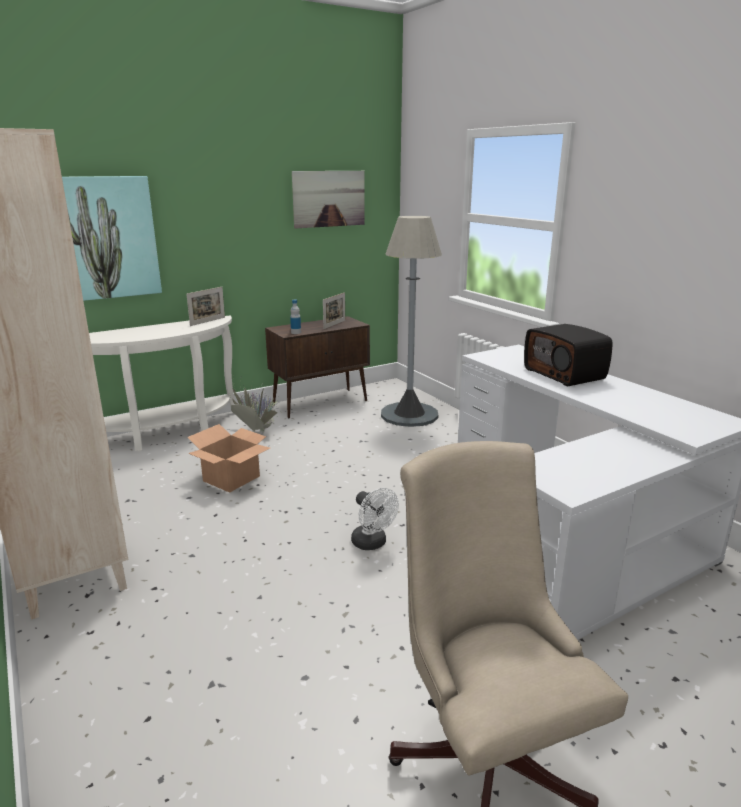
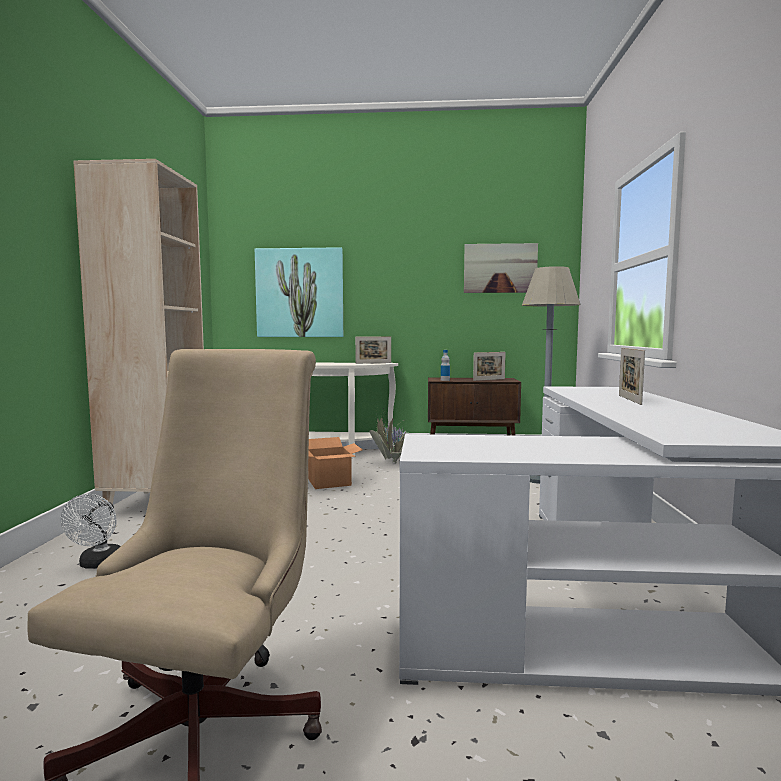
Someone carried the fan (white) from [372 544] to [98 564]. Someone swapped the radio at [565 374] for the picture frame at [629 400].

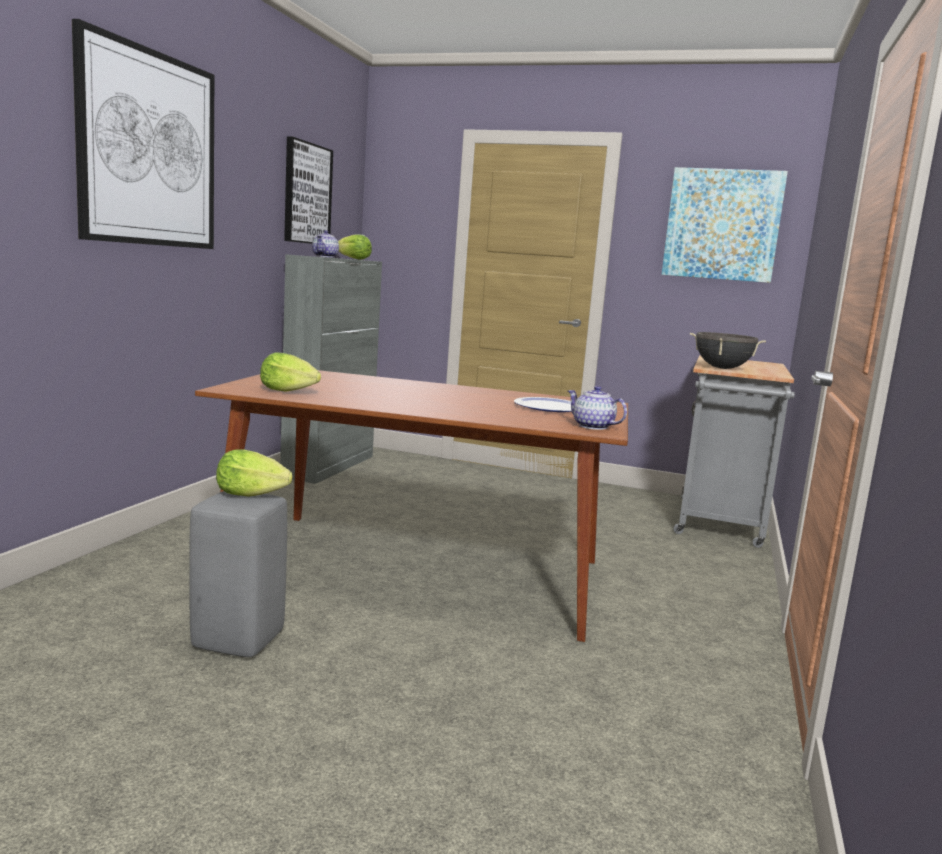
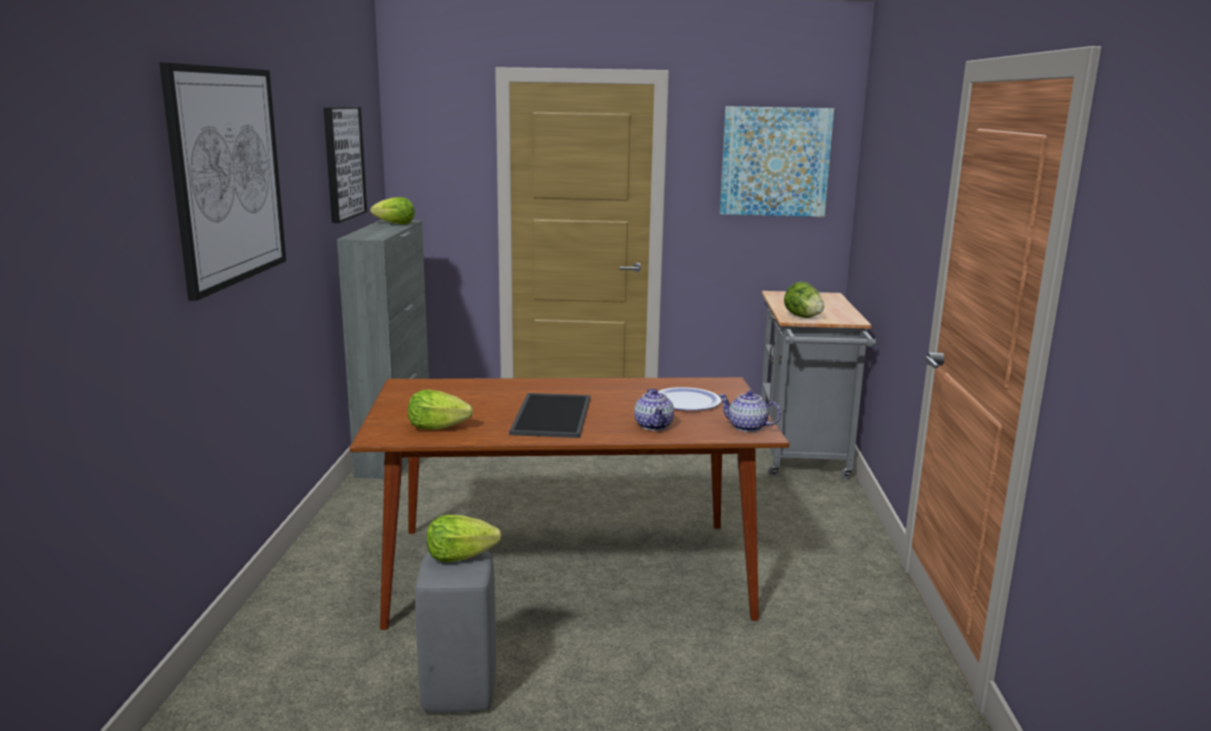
Someone carried the teapot from [325 257] to [654 425]. Someone swapped the cooking pot (black) at [722 368] for the lettuce at [802 317]. Someone put down the tray at [550 415].

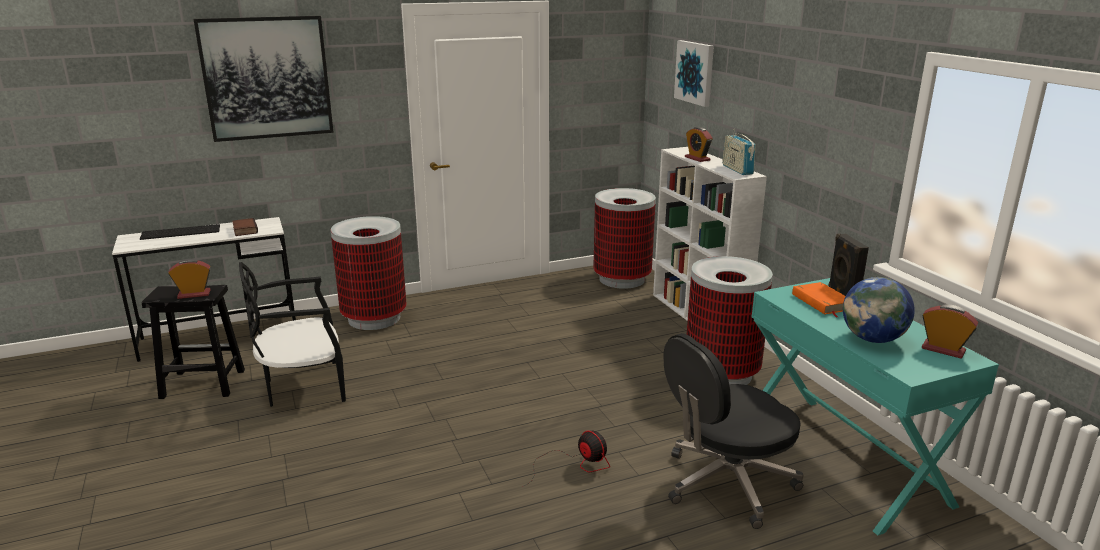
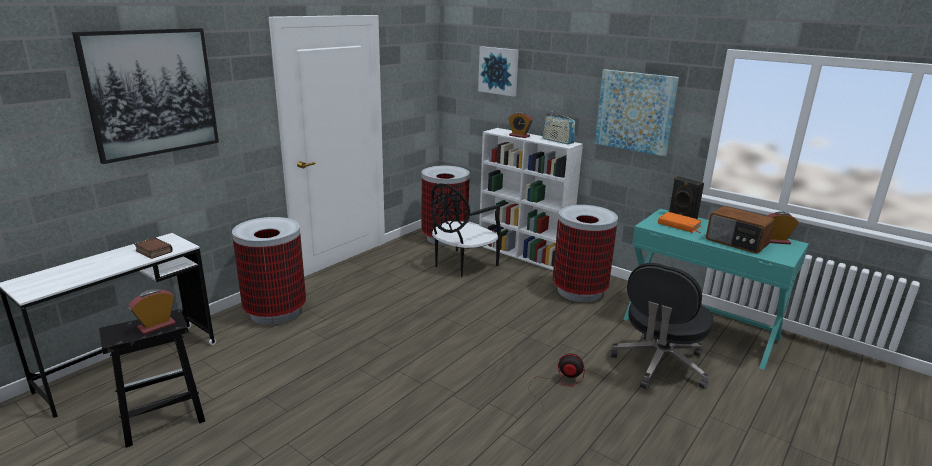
Someone took away the keyboard at [182 232]. Someone carried the chair (black) from [303 387] to [462 265]. Someone swapped the globe at [873 339] for the radio at [736 242]. Someone put up the picture at [635 111].

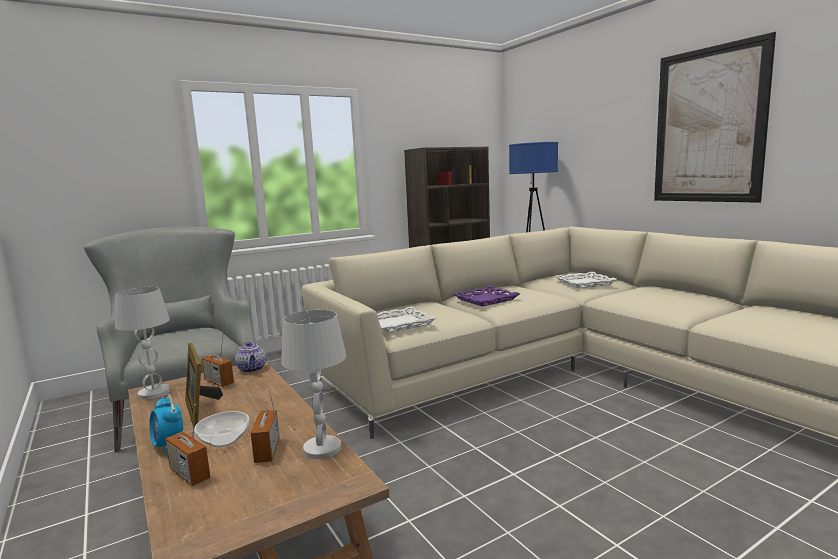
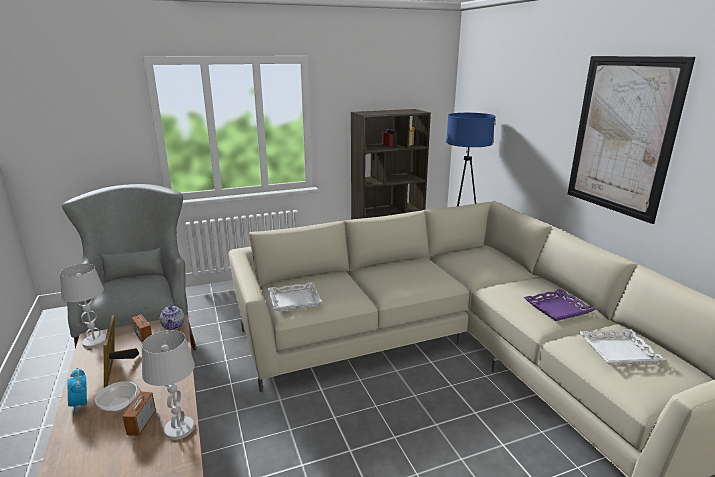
Someone took away the radio at [190 474]. Someone carried the tray (purple) from [486 300] to [558 309]. Someone carried the tray (white) from [585 283] to [618 351].

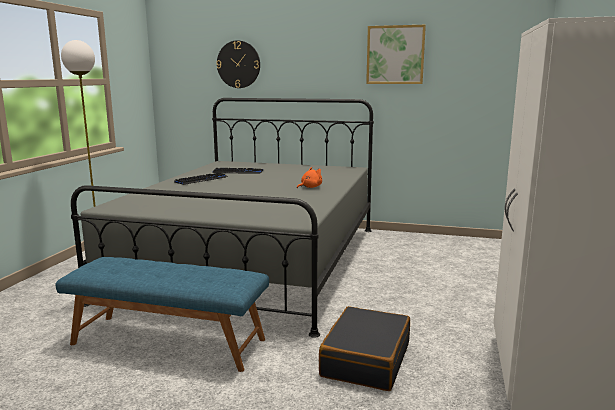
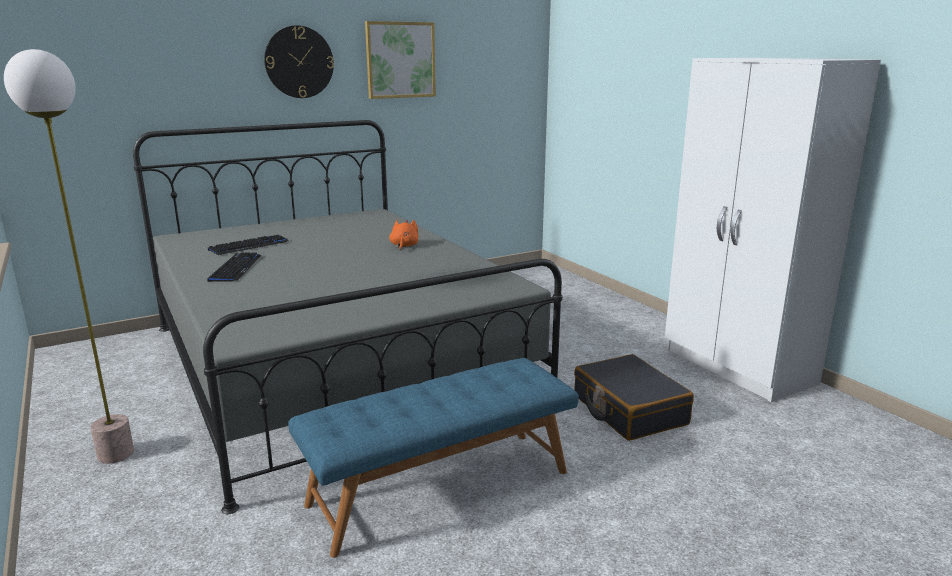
Someone carried the wall clock from [238 64] to [299 62].

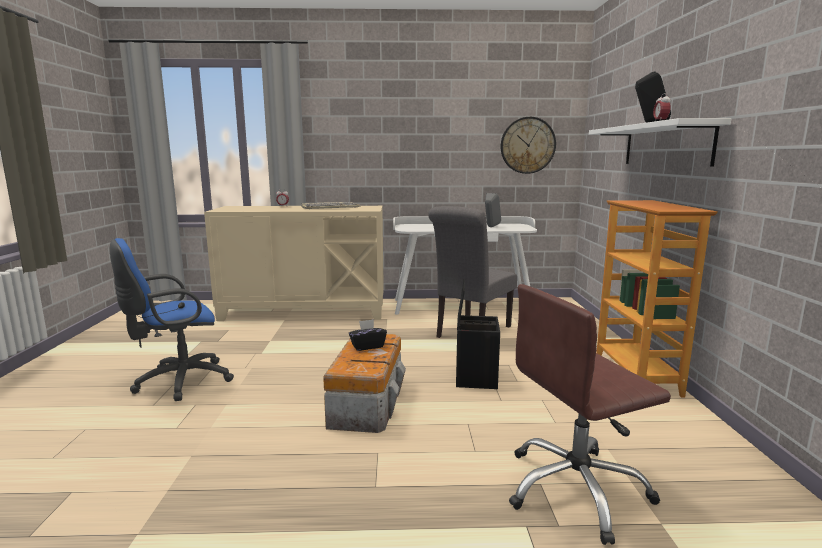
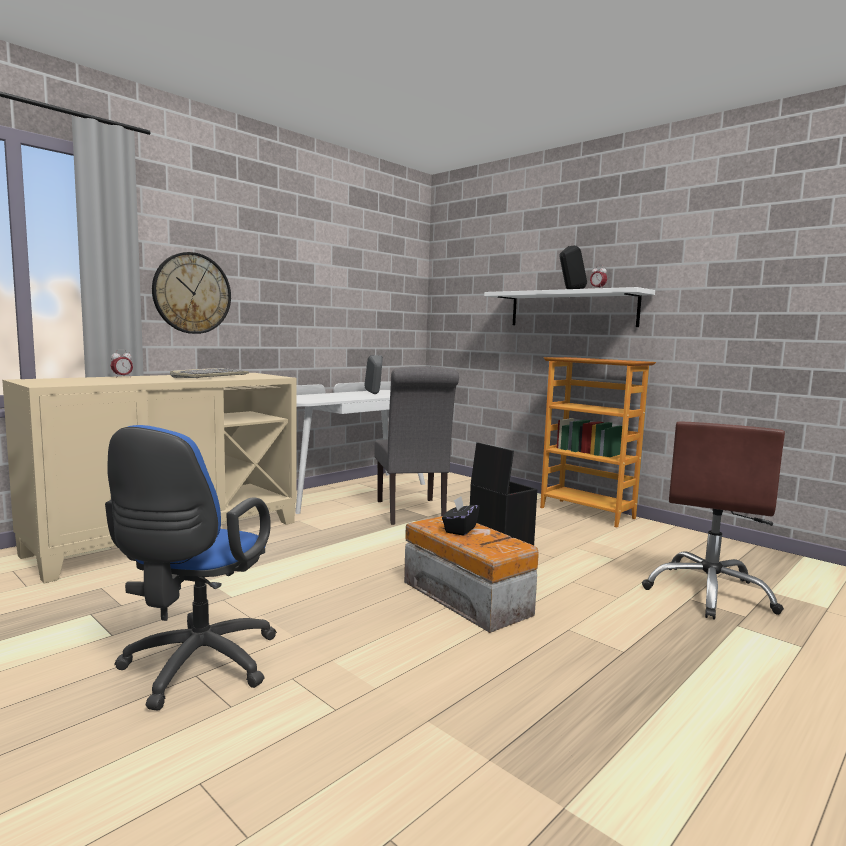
Someone carried the wall clock from [527 145] to [192 293].

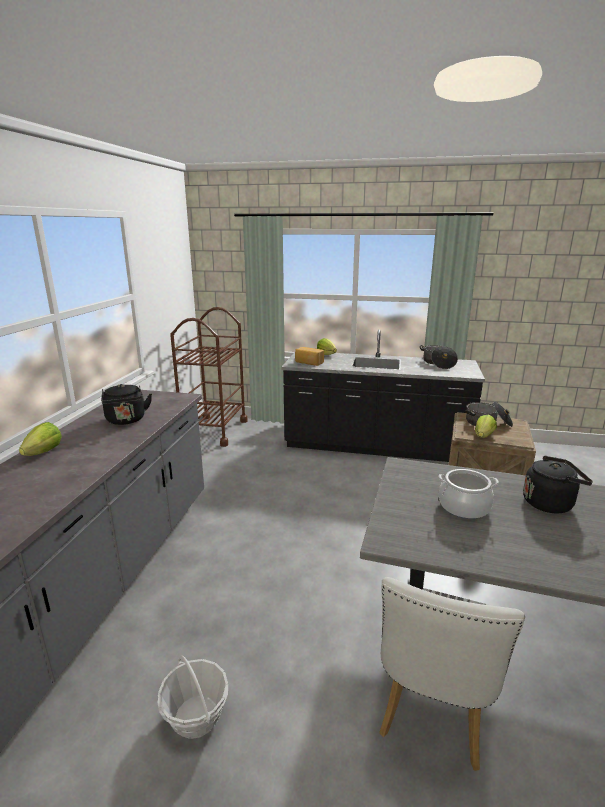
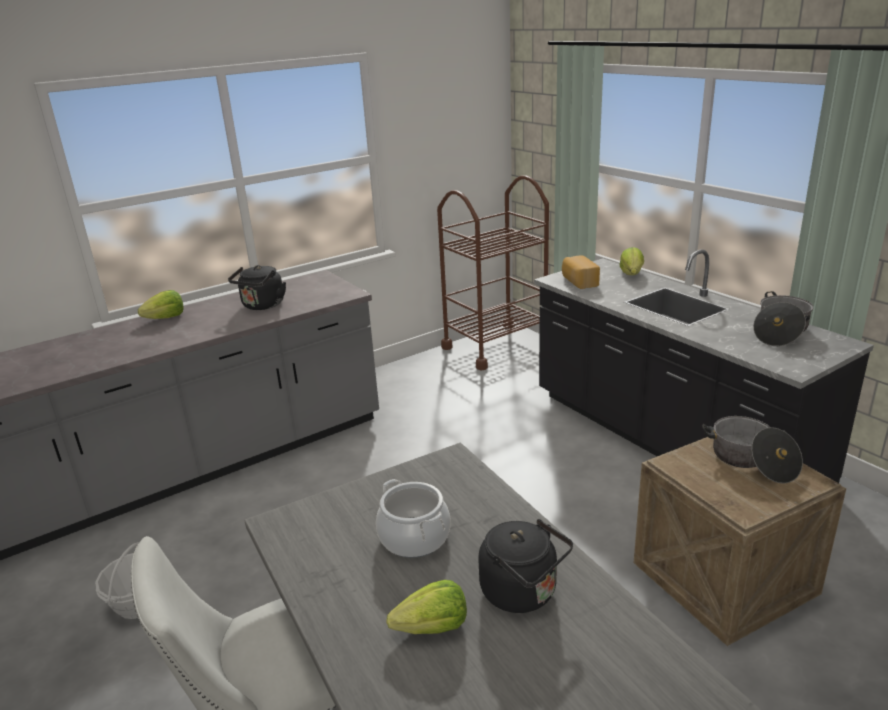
Someone carried the lettuce from [483 436] to [433 628].

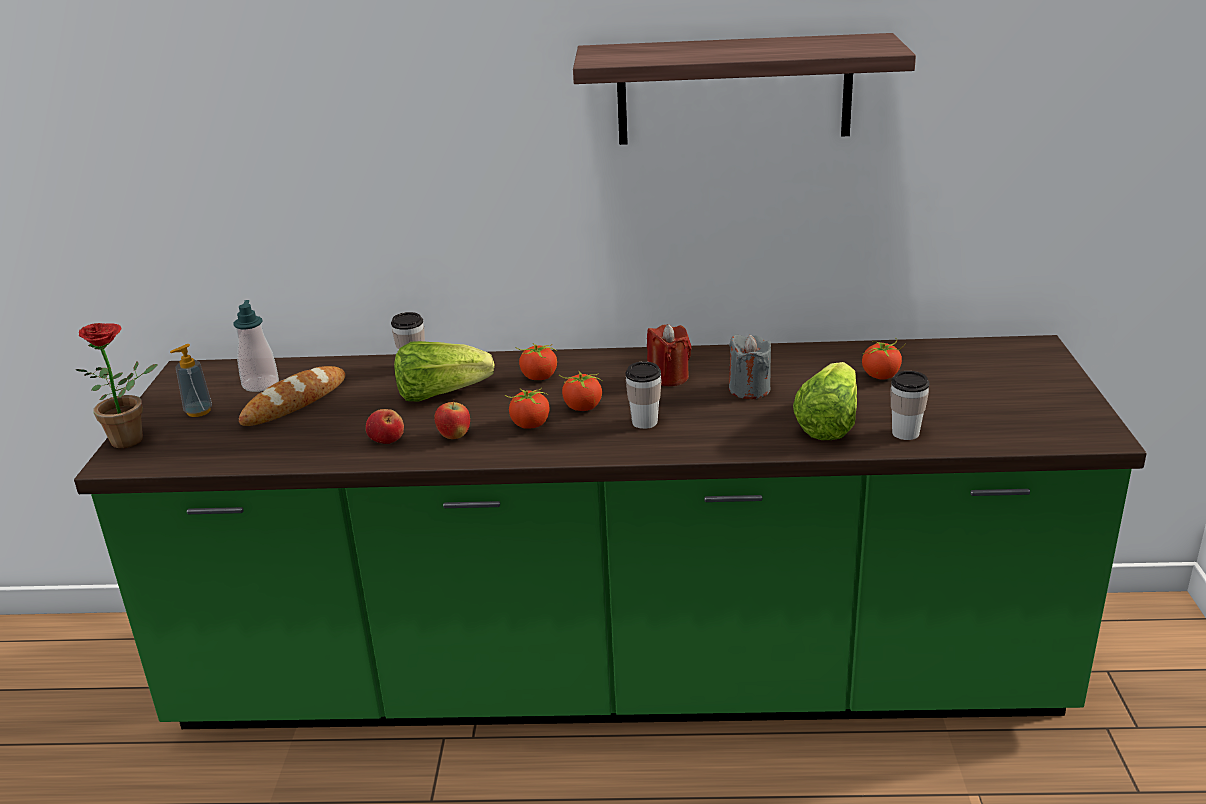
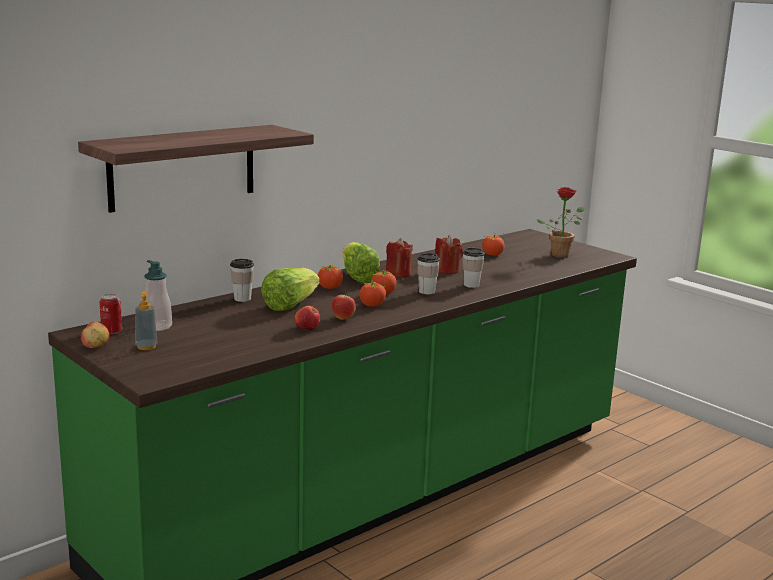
Someone carried the potted plant from [134 439] to [561 254]. Someone took away the bread at [294 402]. Someone carried the shelf from [734 90] to [183 167]. Someone repainted the candle (grey) at [749 389], which became the candle (red) at [447 270]. Someone carried the lettuce from [828 424] to [357 277]. Someone carried the cup from [905 433] to [471 285]. Someone put down the apple at [96 346]. Someone put down the can at [111 331].

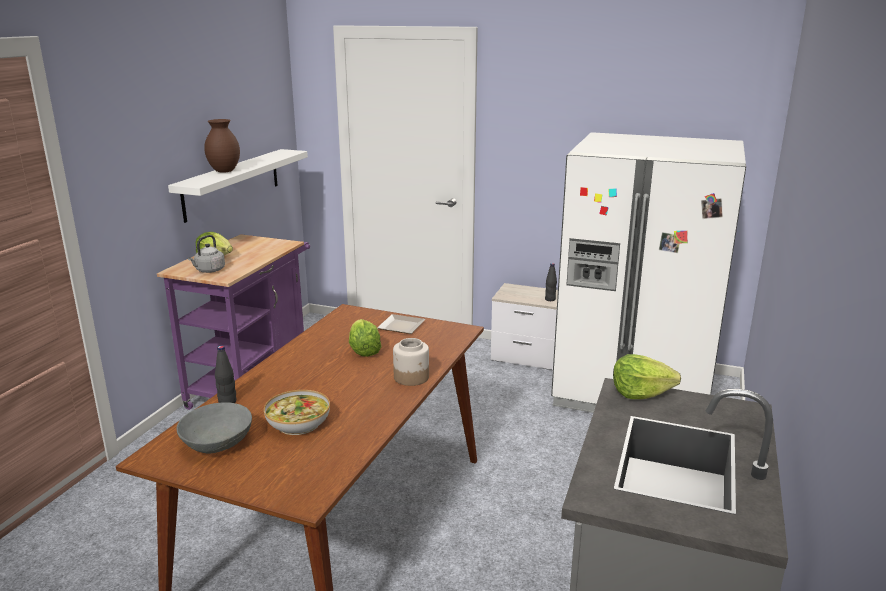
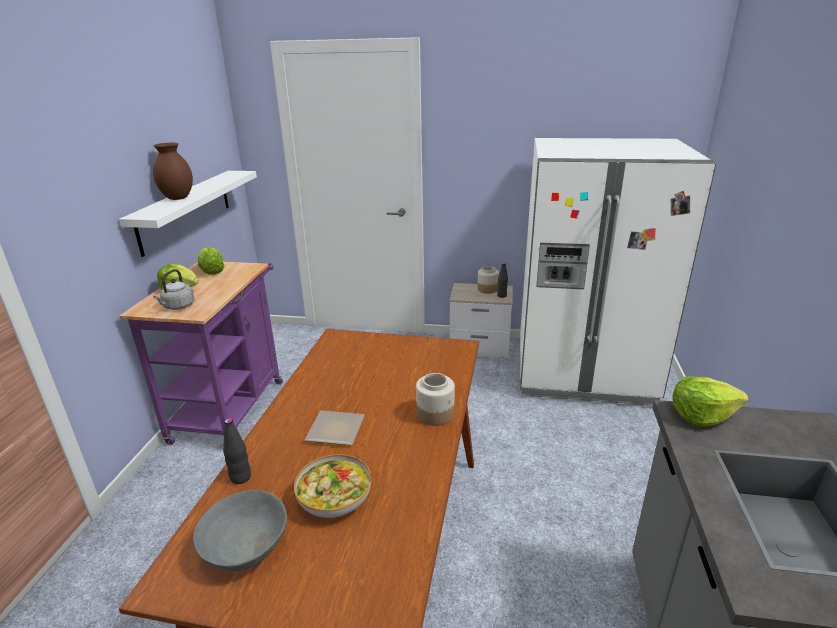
Someone carried the lettuce from [364 350] to [212 271]. Someone carried the plate from [403 326] to [338 429]. Someone put down the jar at [487 289].

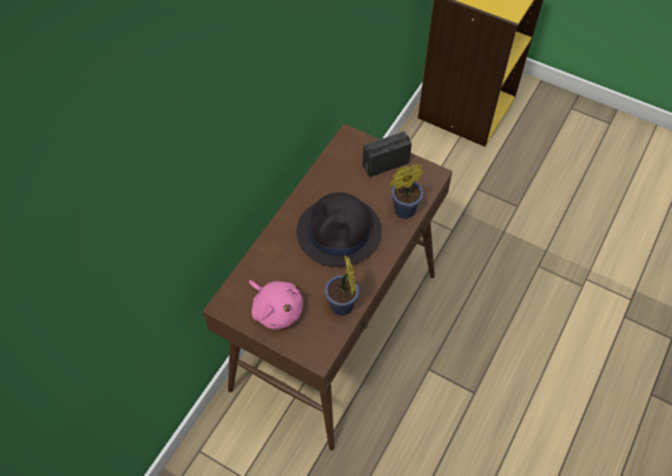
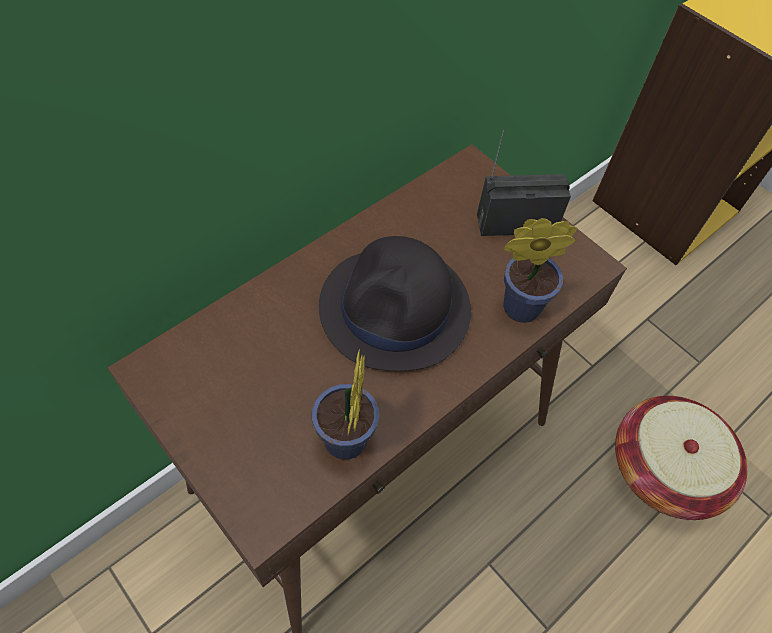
Someone took away the plush toy (pink) at [276 310]. Someone put down the basket at [664 469].

